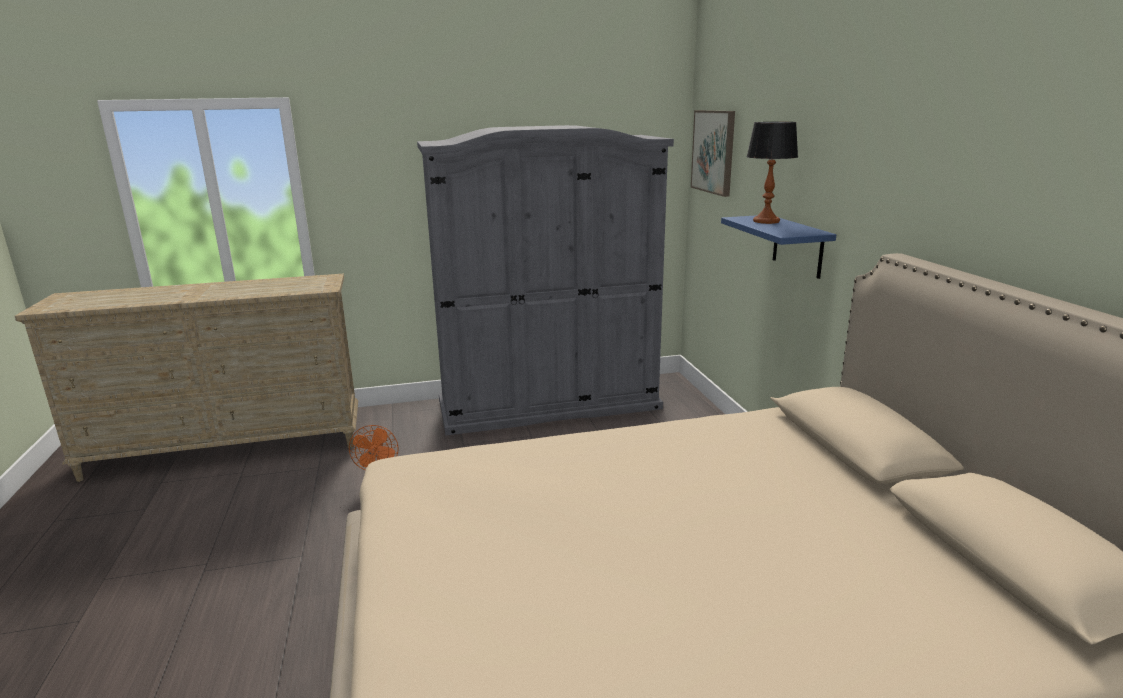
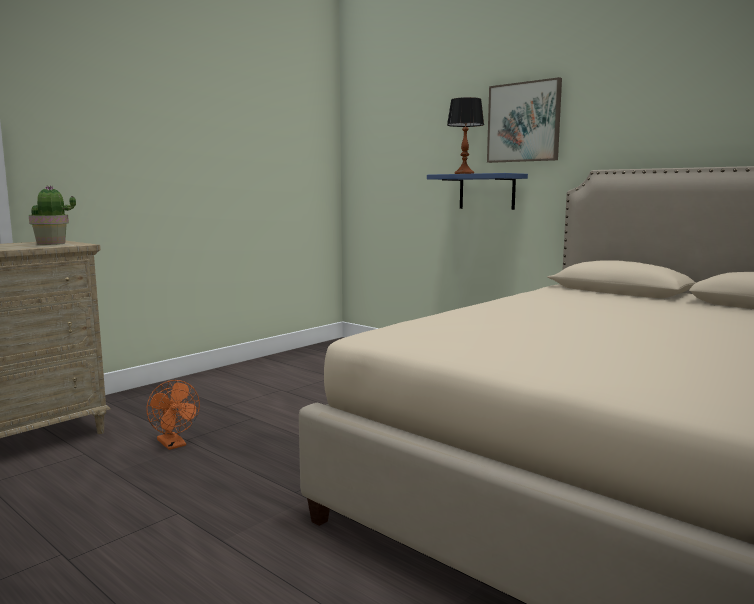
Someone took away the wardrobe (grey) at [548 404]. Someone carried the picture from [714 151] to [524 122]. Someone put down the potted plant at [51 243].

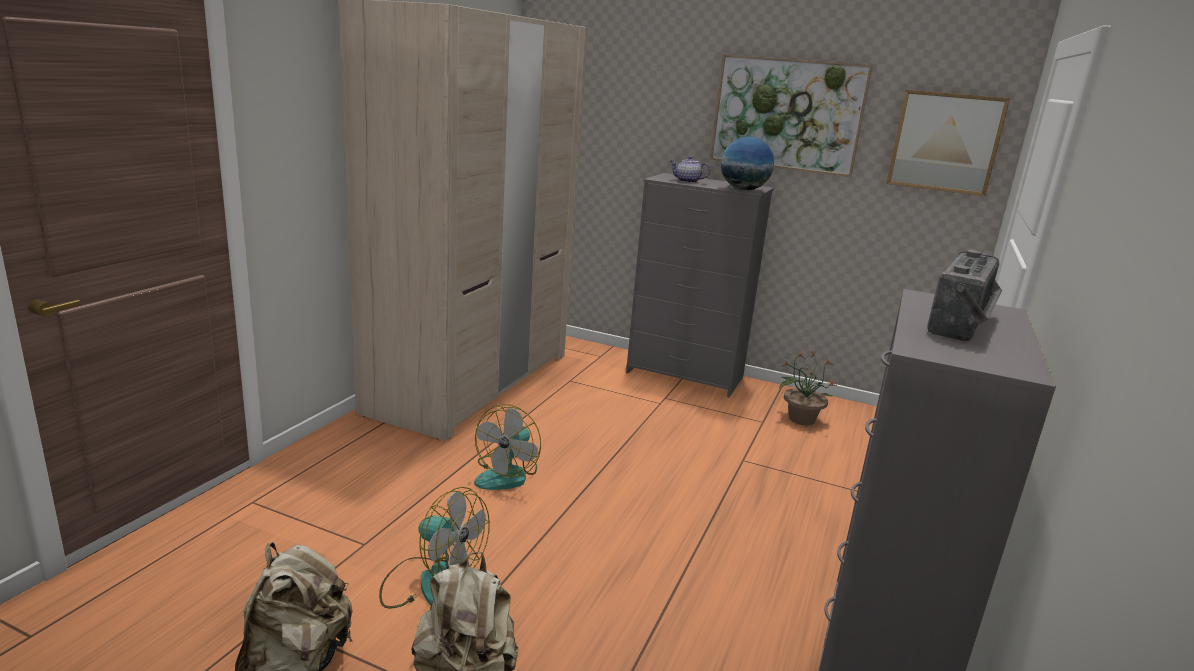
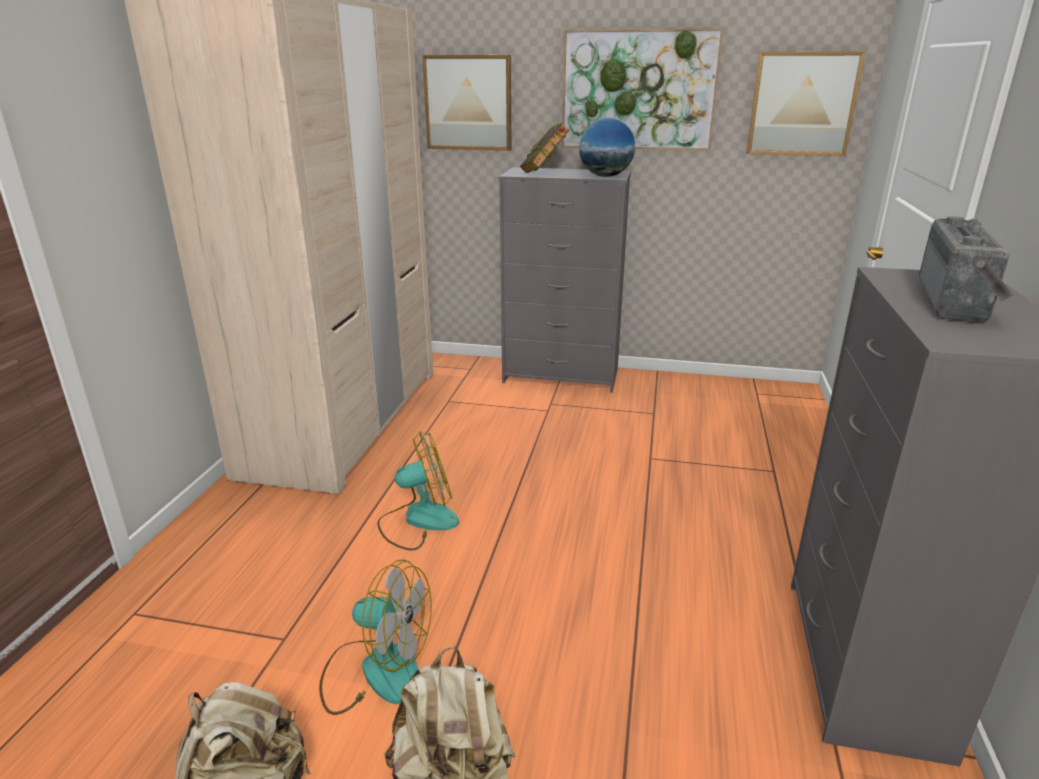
Someone rotated the fan at [507 474] by 120 degrees counterclockwise. Someone swapped the teapot at [687 181] for the book at [544 174]. Someone took away the potted plant at [801 419]. Someone put up the picture at [468 103].

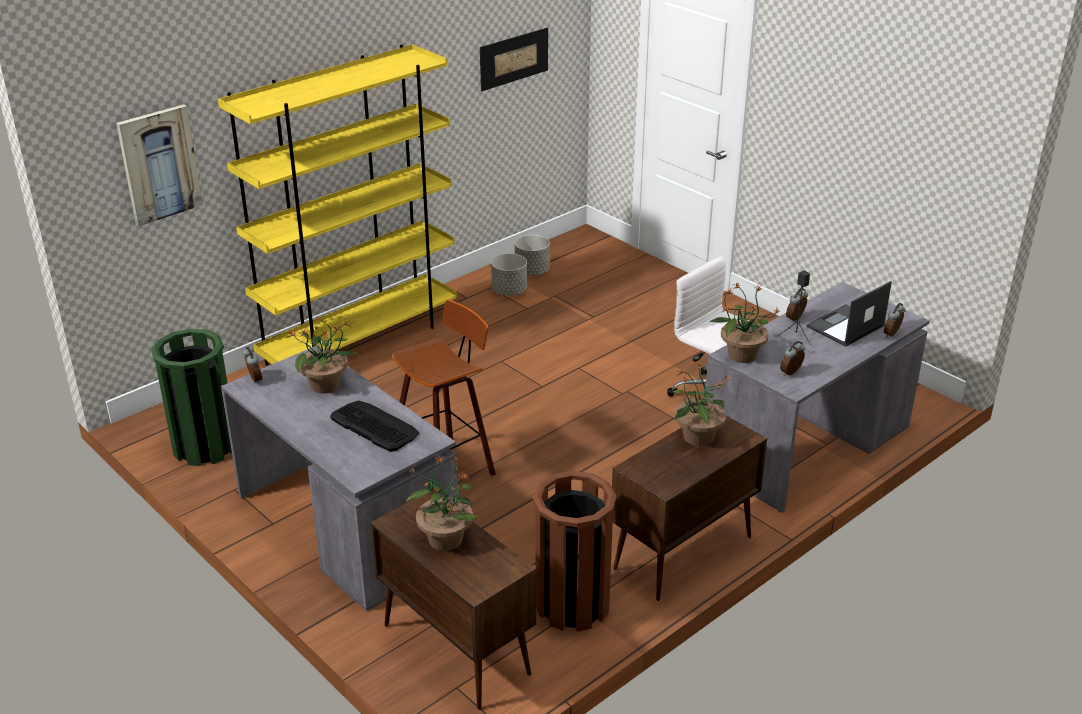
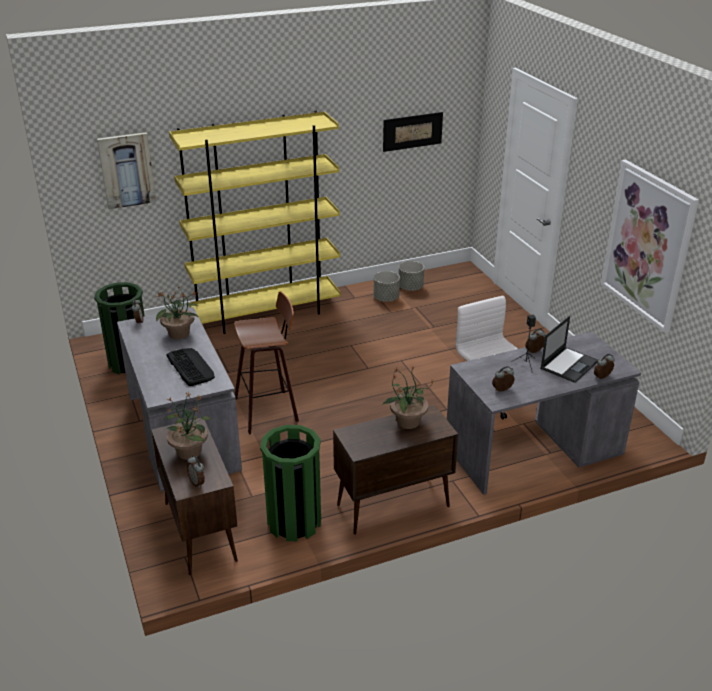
Someone repainted the trash can (brown) at [572 605], which became the trash can (green) at [294 522]. Someone took away the potted plant at [741 355]. Someone rotated the laptop at [845 326] by 150 degrees clockwise. Someone put down the alarm clock at [197 482]. Someone put up the picture at [647 245].

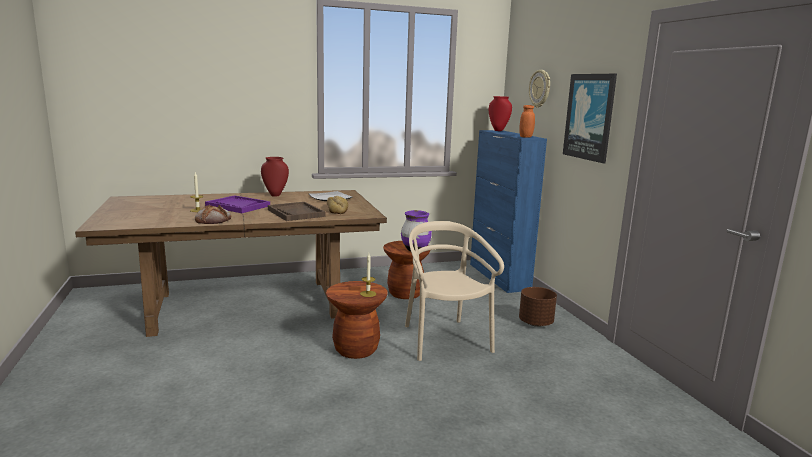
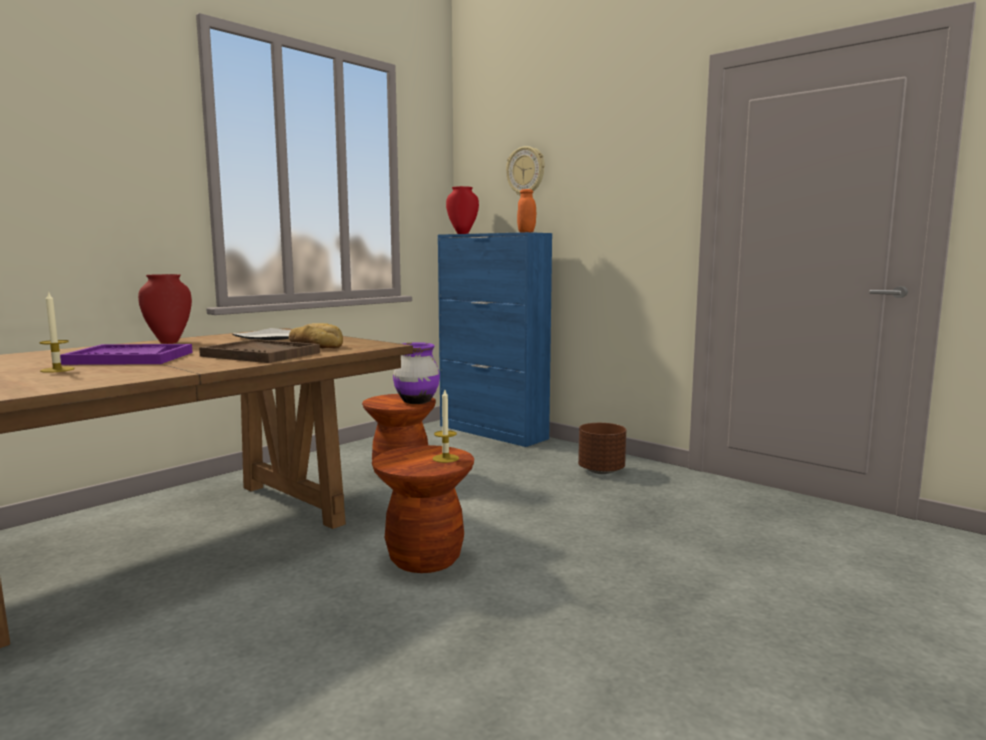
Someone took away the bread at [213 220]. Someone took away the chair (beige) at [444 340]. Someone took away the picture at [589 117].

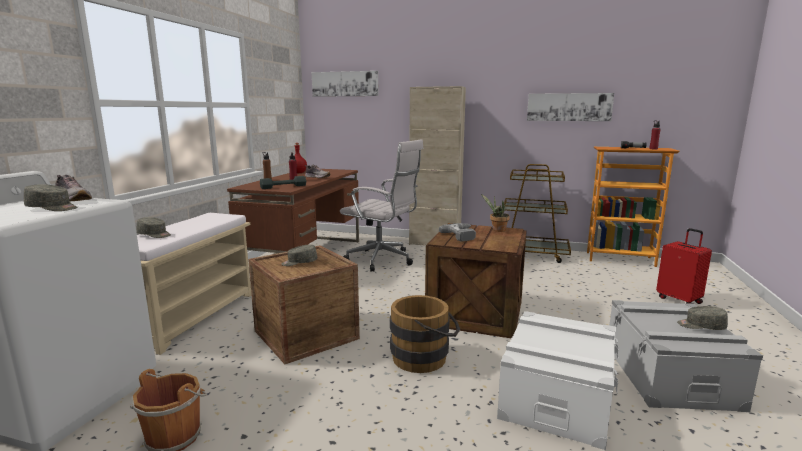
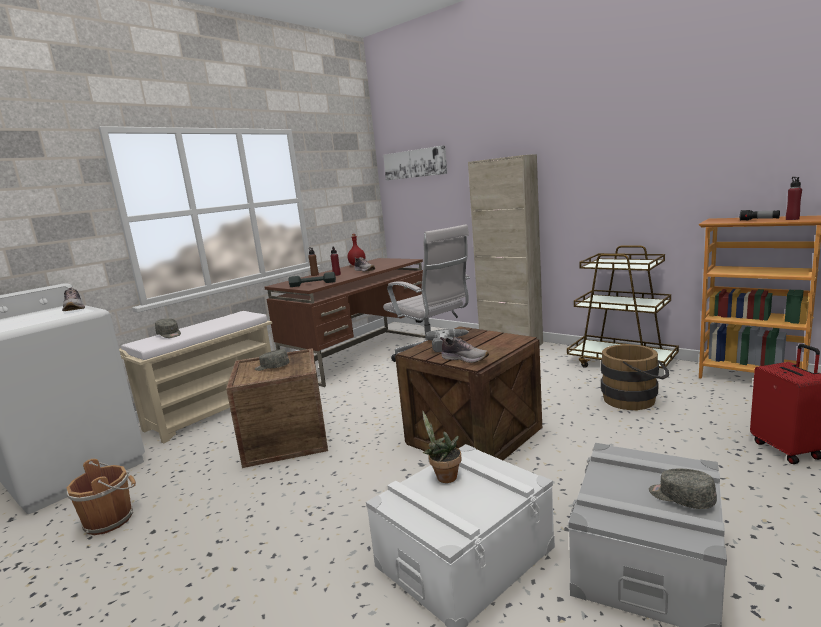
Someone took away the cap (grey) at [53 208]. Someone carried the bucket (brown) from [425 358] to [634 400]. Someone carried the potted plant from [497 230] to [443 476]. Someone took away the picture at [569 107]. Someone put down the shoe at [464 359].

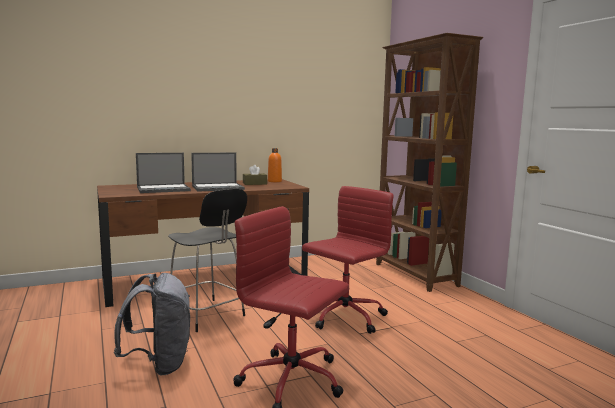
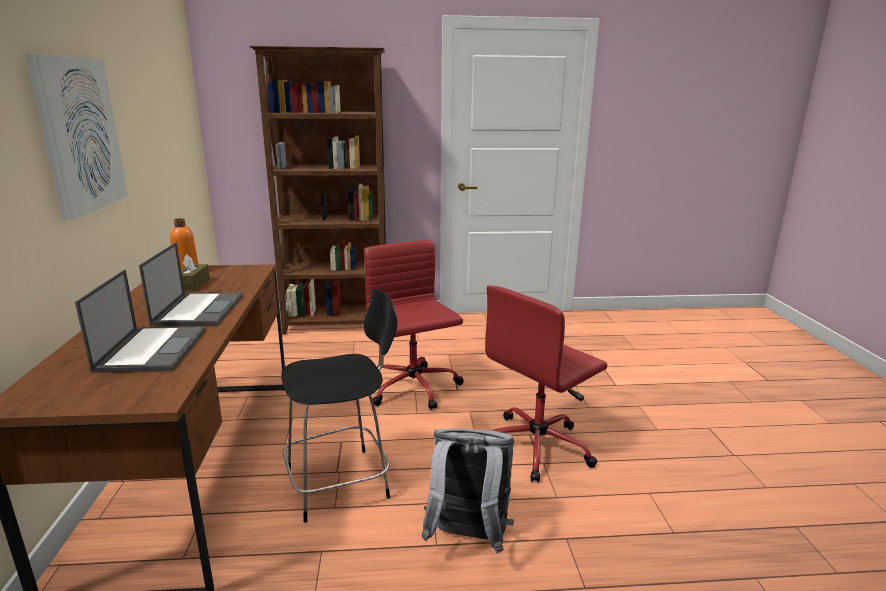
Someone put up the picture at [79 135].

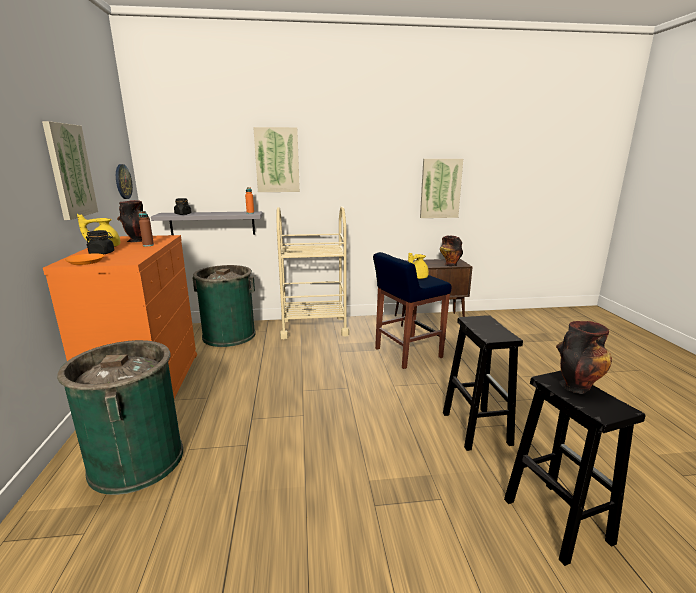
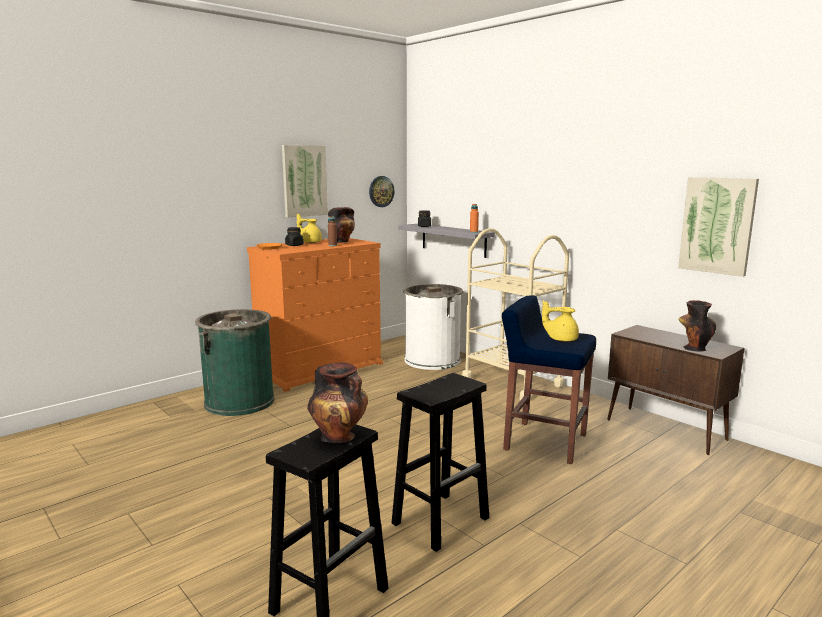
Someone repainted the trash can (green) at [229 335], which became the trash can (white) at [432 360]. Someone took away the picture at [277 160].

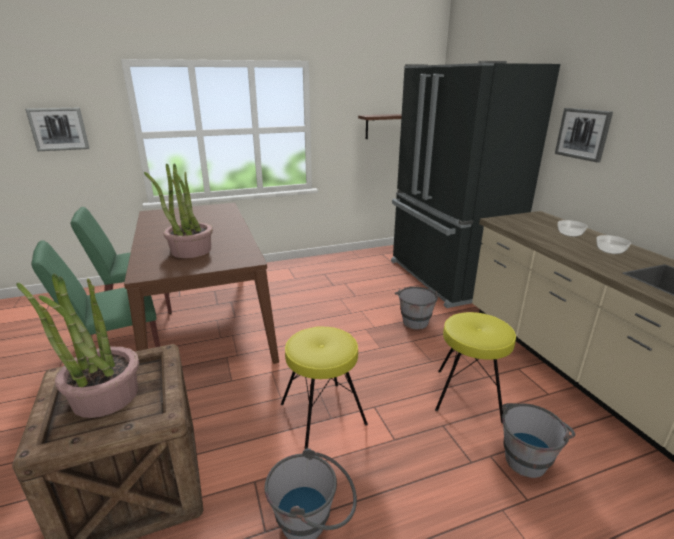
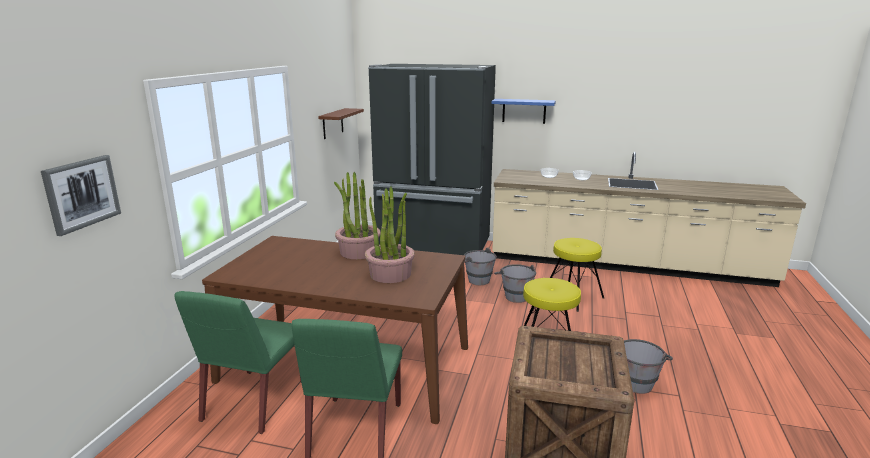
Someone carried the potted plant from [104 396] to [358 252]. Someone carried the bucket (grey) from [527 455] to [514 295]. Someone swapped the picture at [583 134] for the shelf (blue) at [524 111].

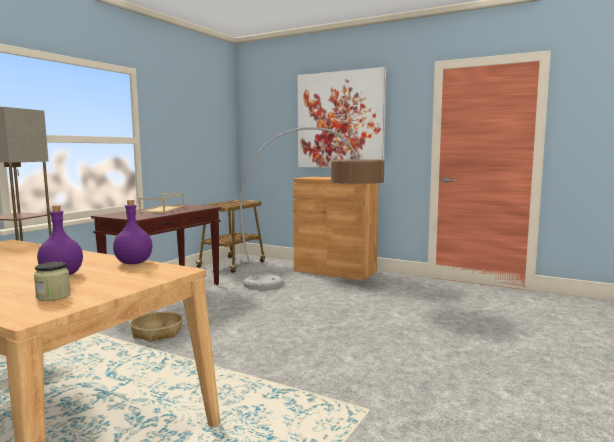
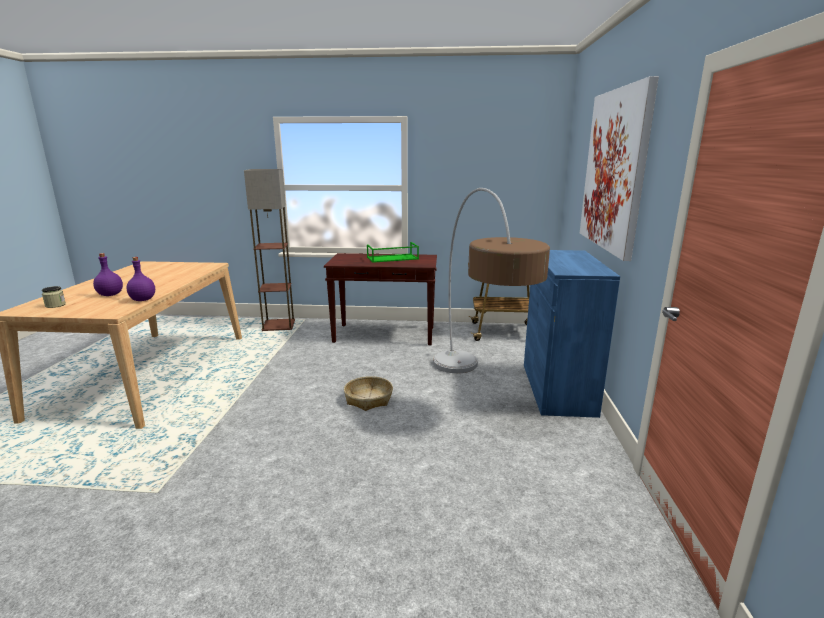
Someone carried the basket from [157 333] to [369 399]. Someone repainted the tray (beige) at [163 209], which became the tray (green) at [392 258]. Someone repainted the cabinet (brown) at [335 271], which became the cabinet (blue) at [557 389].

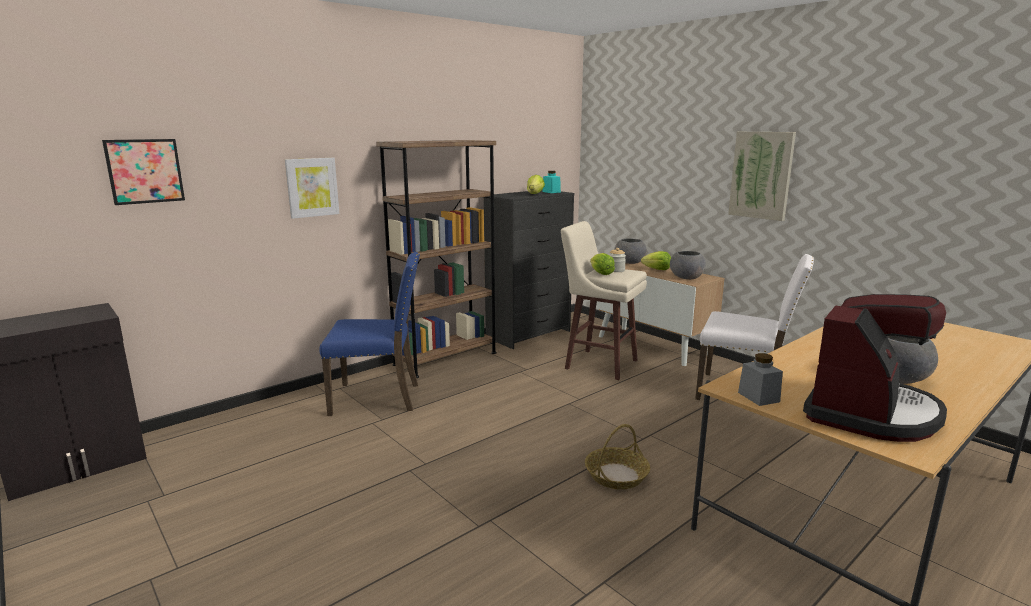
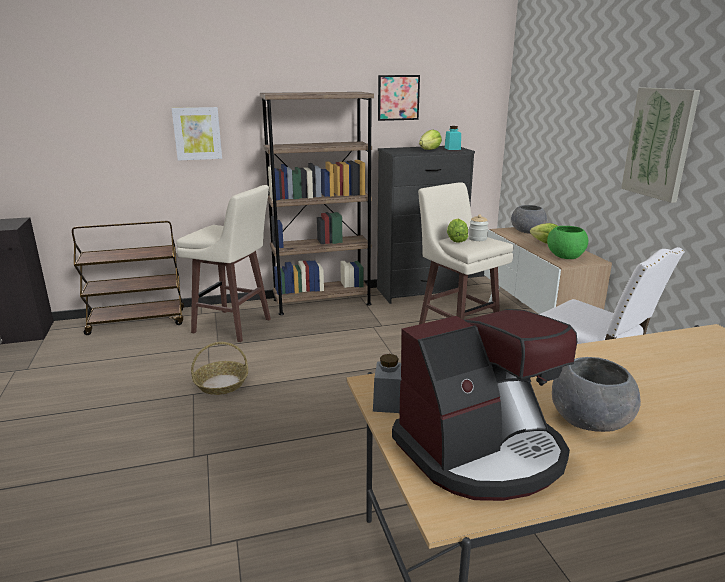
Someone carried the picture from [145 171] to [398 97]. Someone swapped the chair (blue) at [378 398] for the stool (beige) at [233 326]. Someone carried the basket from [616 475] to [221 384]. Someone repainted the bowl (grey) at [686 277], which became the bowl (green) at [565 256]. Someone put down the cart (brown) at [138 322].

